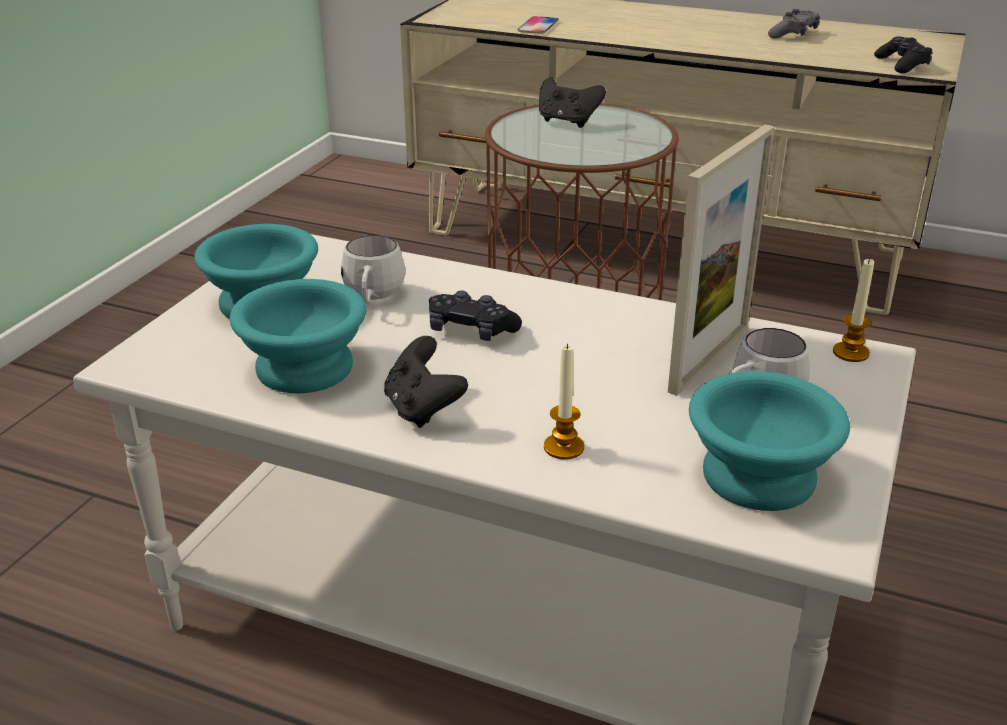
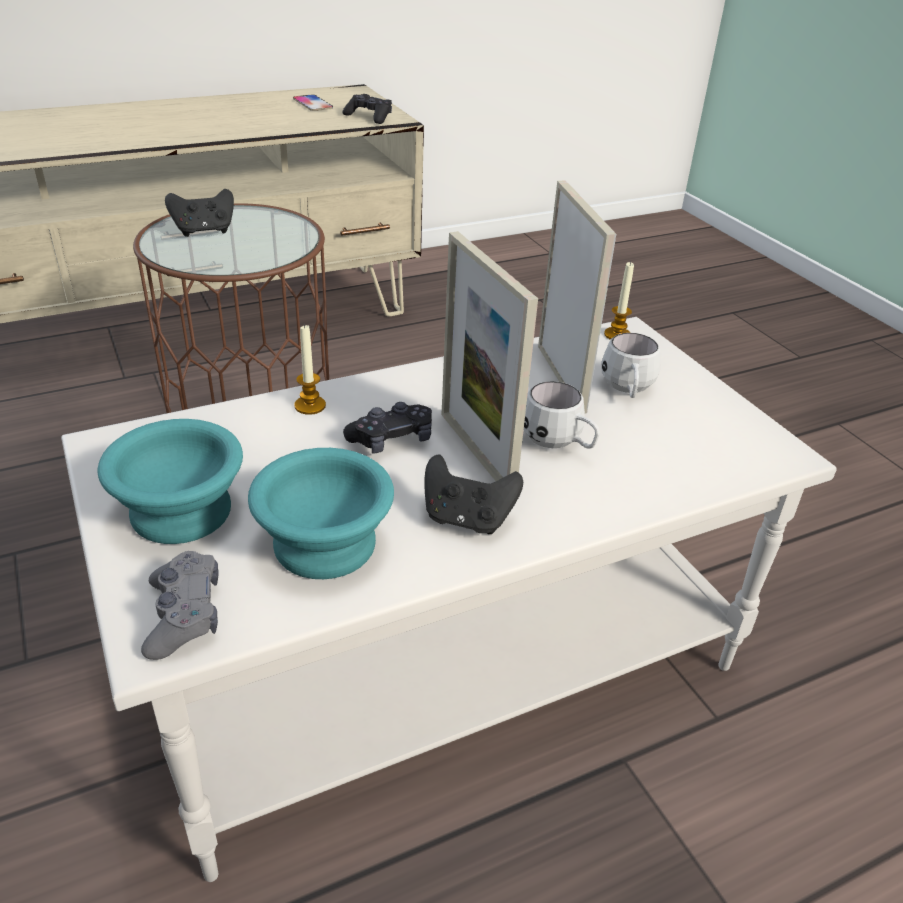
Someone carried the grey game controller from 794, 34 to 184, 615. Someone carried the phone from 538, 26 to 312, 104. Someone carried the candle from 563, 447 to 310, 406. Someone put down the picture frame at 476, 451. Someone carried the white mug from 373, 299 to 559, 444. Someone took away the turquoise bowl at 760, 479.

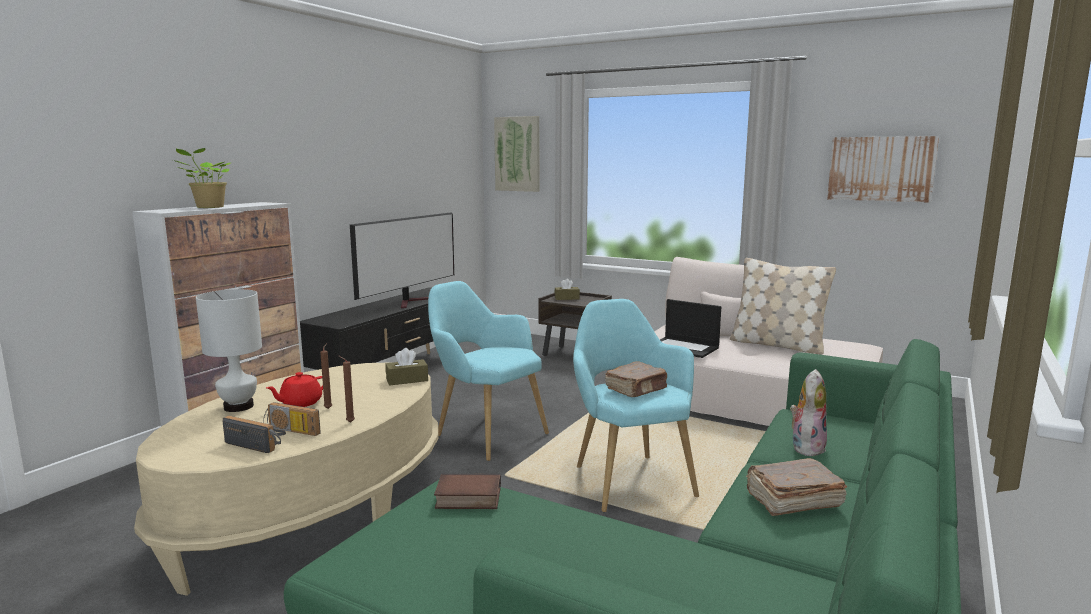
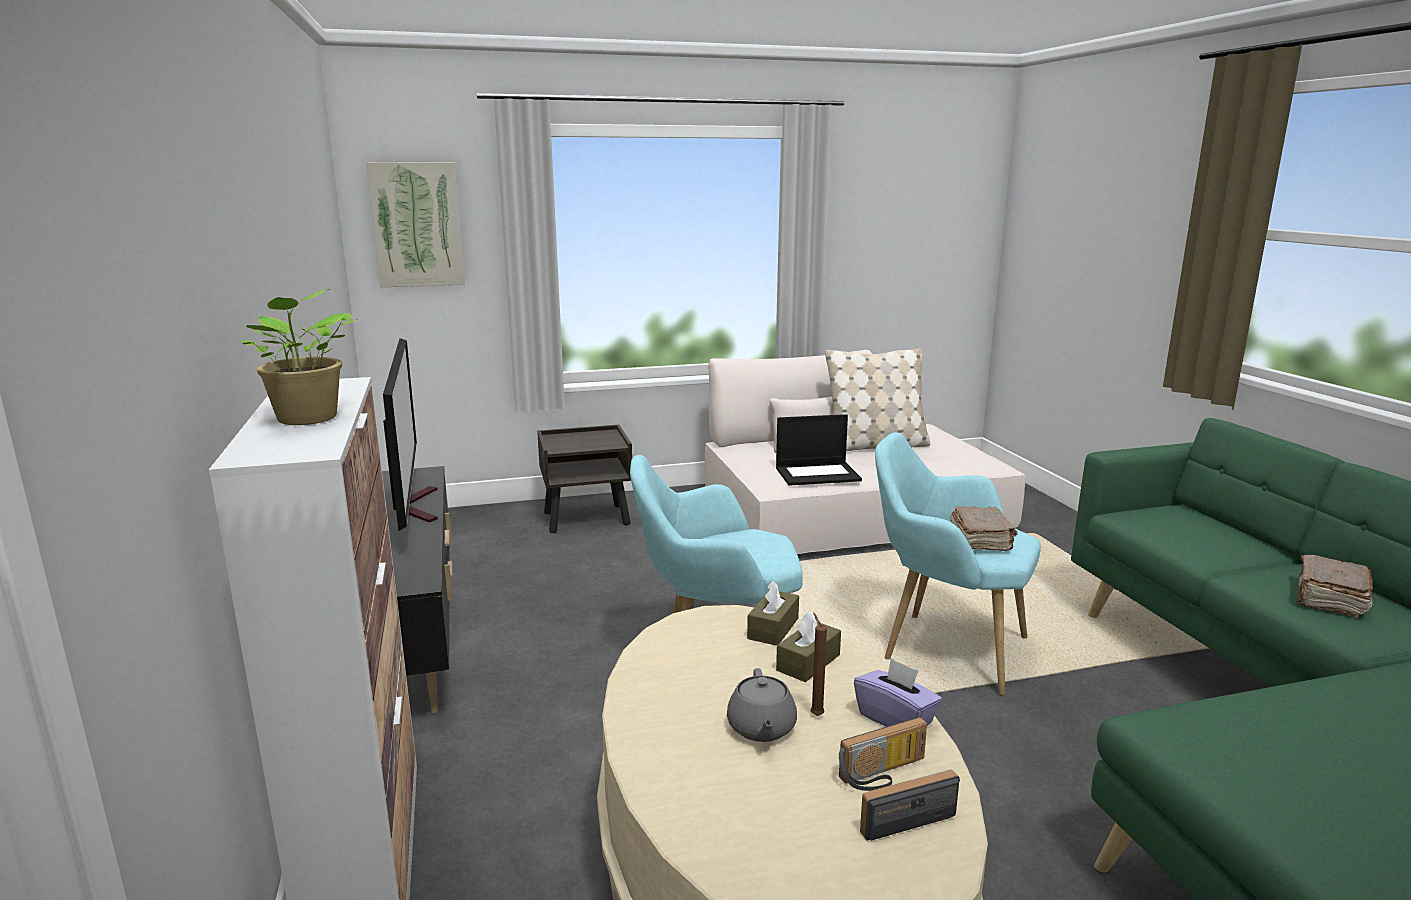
Someone repainted the red teapot at 300, 403, which became the grey teapot at 761, 728. Someone carried the brown tissue box from 567, 298 to 808, 662. Someone swapped the brown candle at 349, 422 for the purple tissue box at 895, 719. Someone took away the white table lamp at 239, 407. Someone took away the book at 467, 499. Someone took away the plush toy at 806, 447. Someone took away the picture at 881, 169.

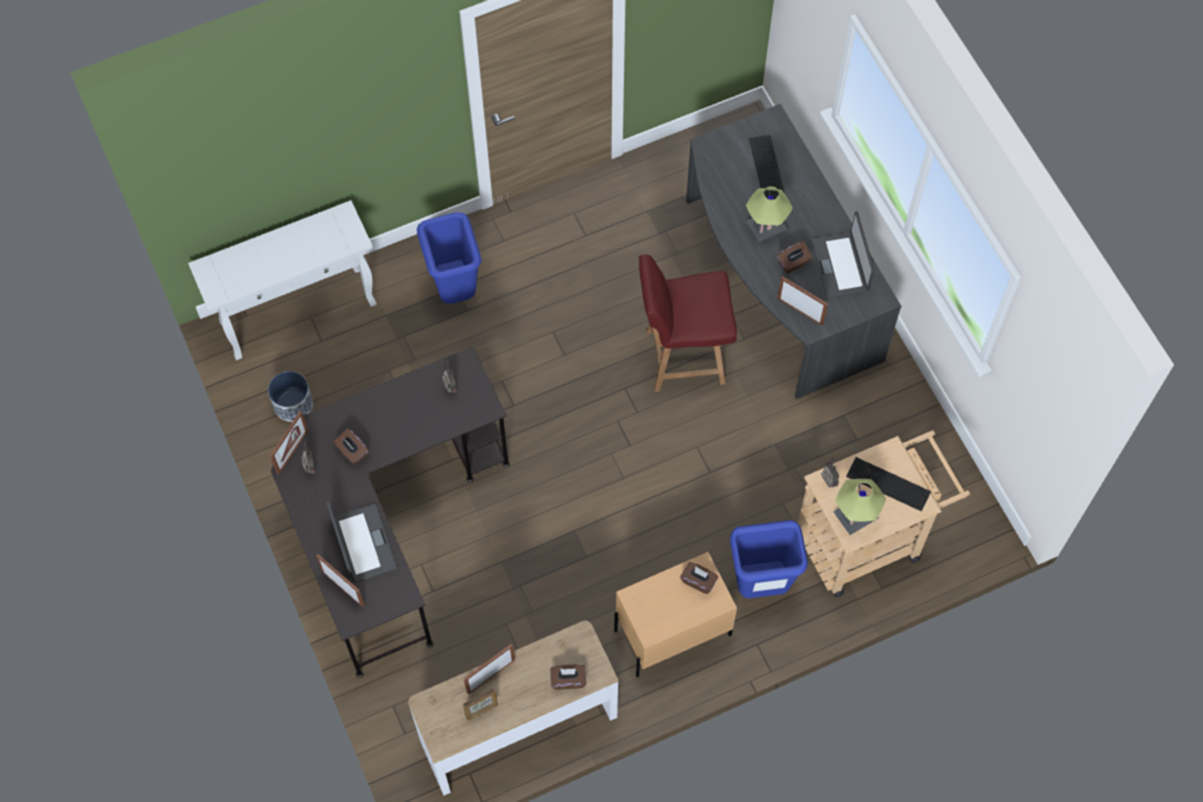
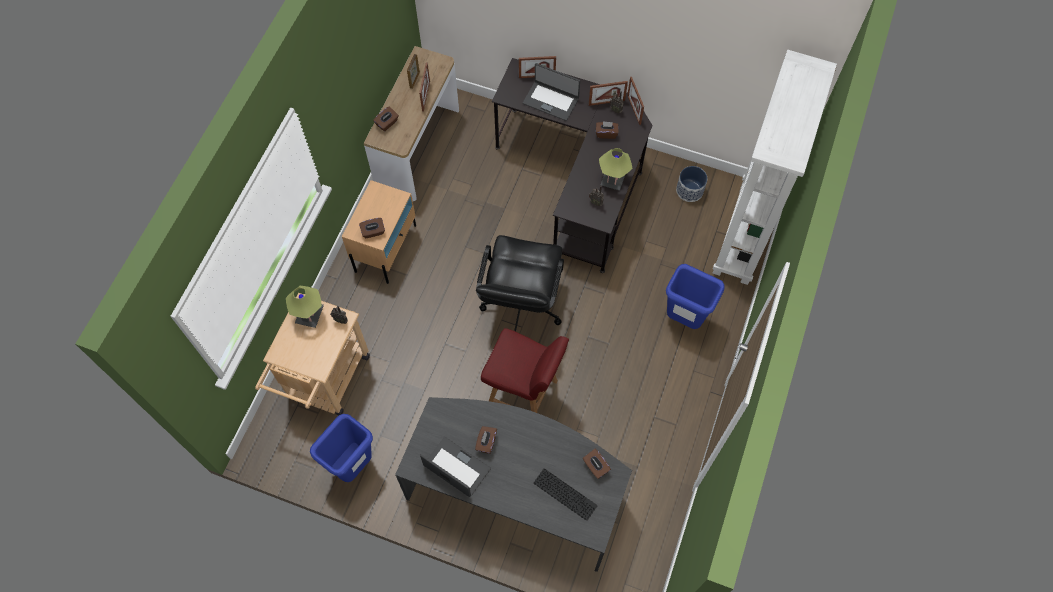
Someone carried the blue trash can from 760, 585 to 353, 465. Someone put down the black office chair at 521, 306. Someone rotated the red chair at 682, 356 by 75 degrees clockwise. Someone put down the brown tissue box at 595, 466. Someone carried the picture frame from 800, 311 to 606, 102. Someone carried the table lamp from 766, 227 to 613, 179. Someone swapped the white console table at 299, 312 for the white bookcase at 745, 235. Someone took away the keyboard at 888, 484.

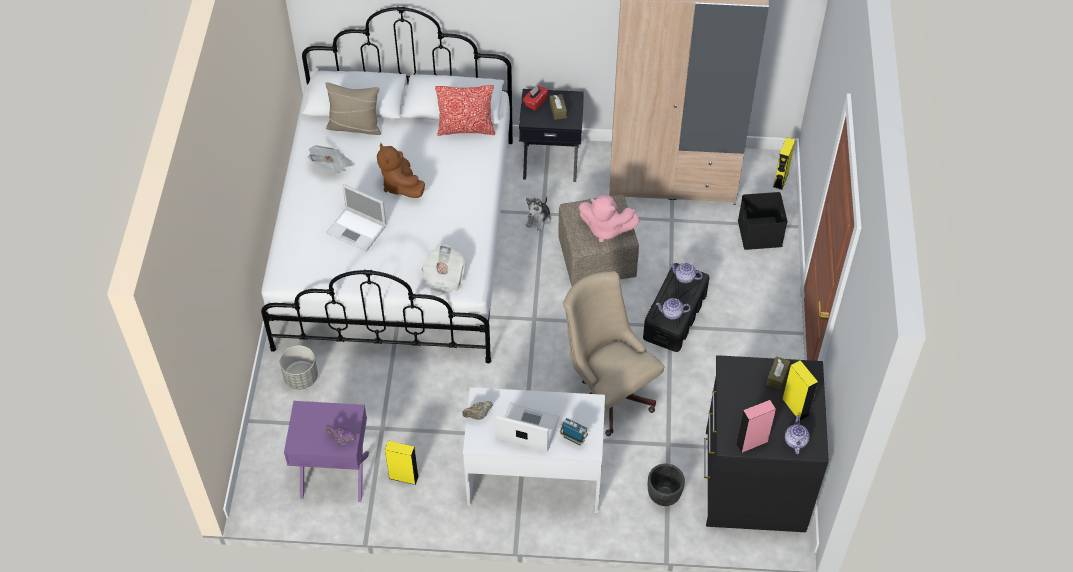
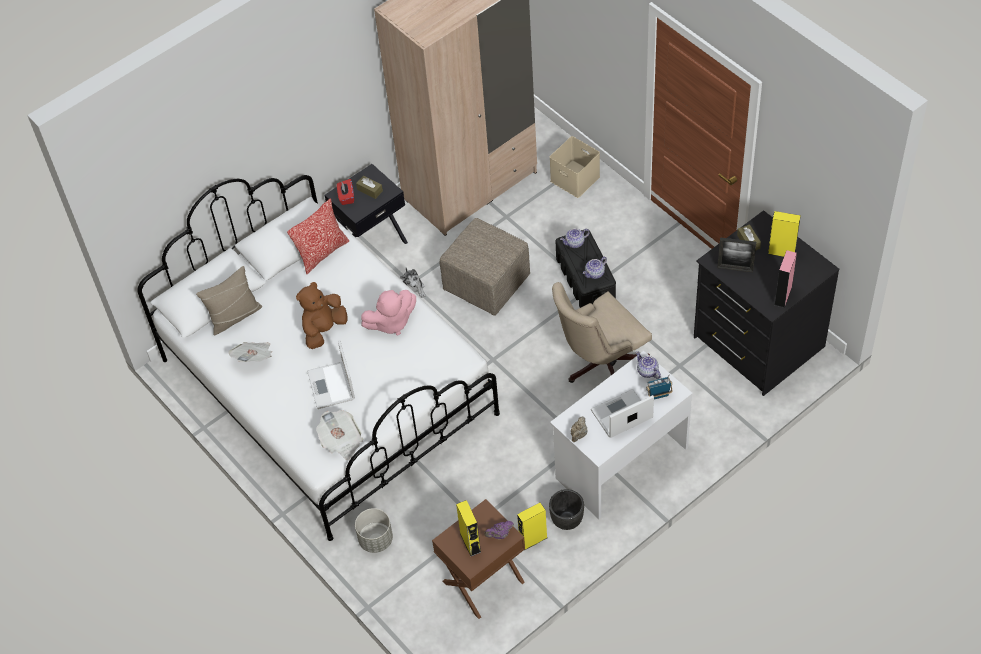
Someone rotated the brown plush toy at 401, 185 by 105 degrees clockwise. Someone rotated the laptop at 357, 230 by 90 degrees clockwise. Someone carried the newspaper from 443, 278 to 341, 441. Someone carried the pink plush toy from 605, 229 to 391, 322. Someone repainted the purple nightstand at 334, 475, which became the brown nightstand at 484, 582. Someone carried the yellow speaker from 780, 180 to 470, 542. Someone carried the black planter from 663, 496 to 567, 520. Someone repainted the black storage box at 761, 233, which became the beige storage box at 576, 179. Someone rotated the beige office chair at 607, 391 by 45 degrees counterclockwise. Someone carried the teapot from 795, 441 to 647, 371. Someone put down the picture frame at 735, 268.

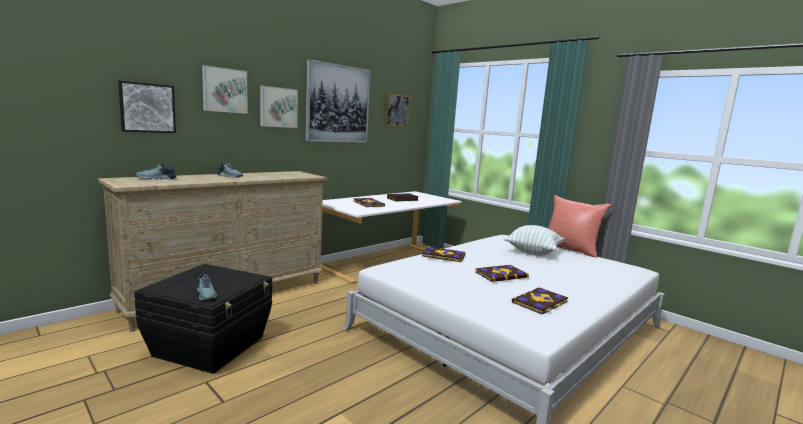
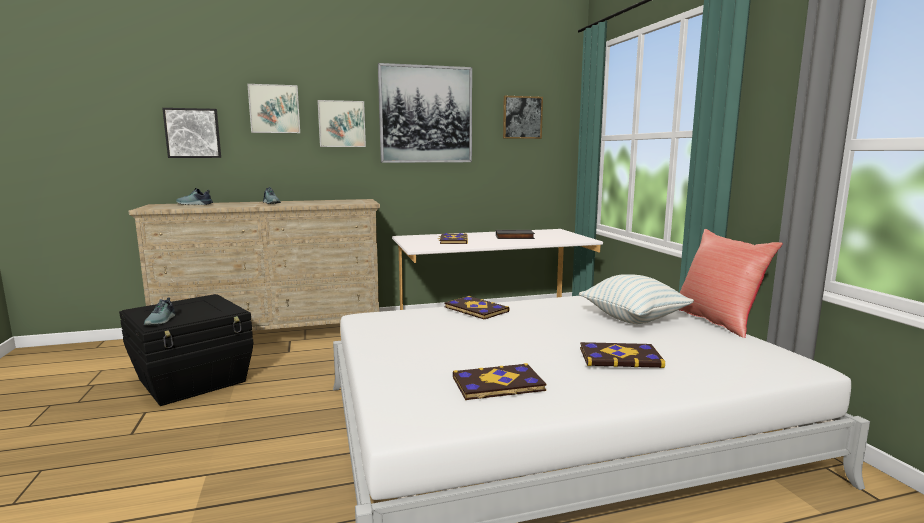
Someone carried the book from 501, 274 to 620, 357.

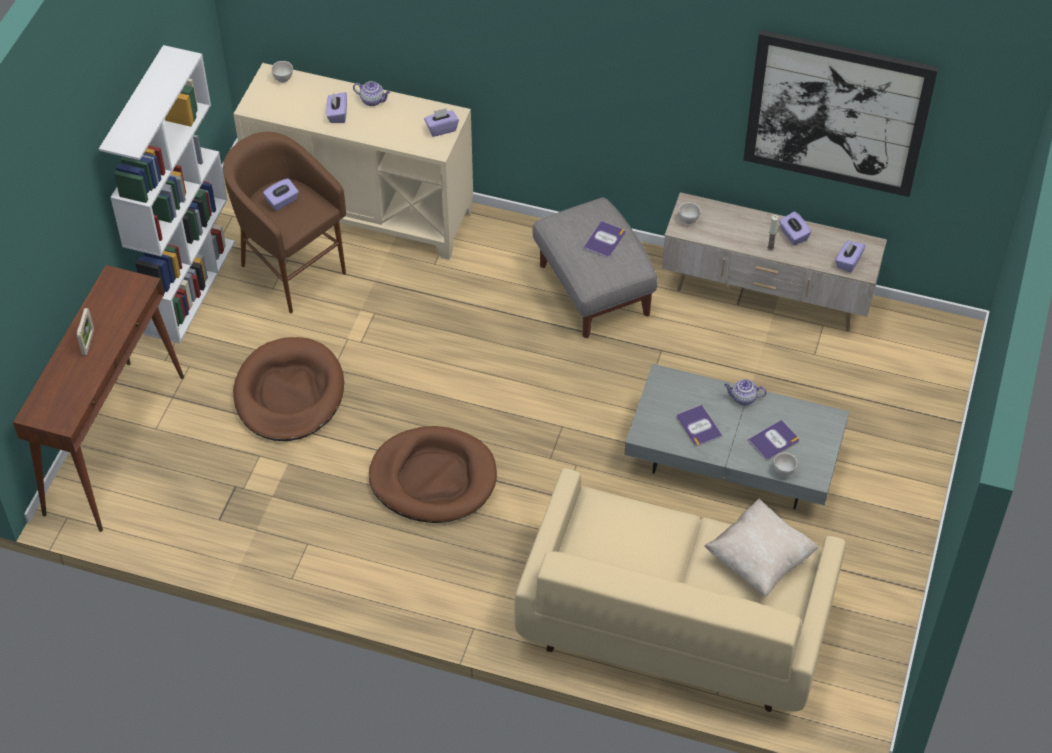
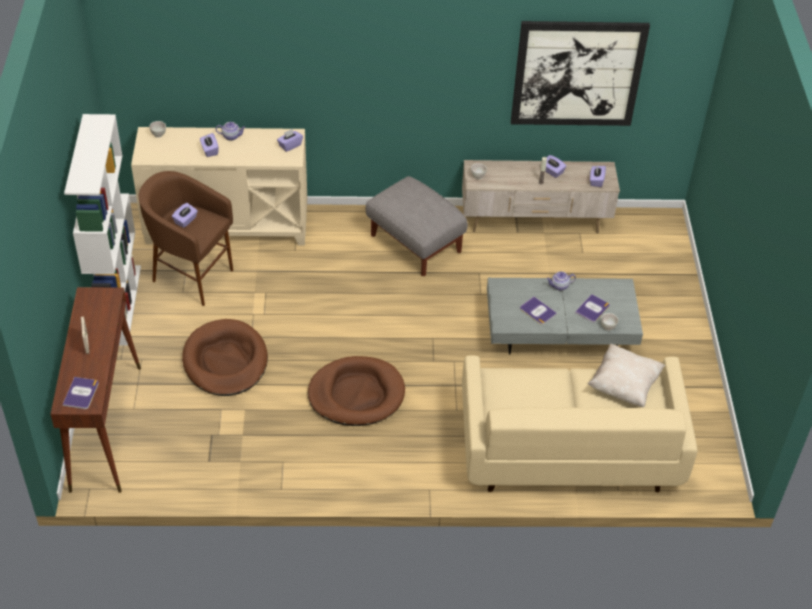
Someone carried the book from 605, 240 to 81, 393.

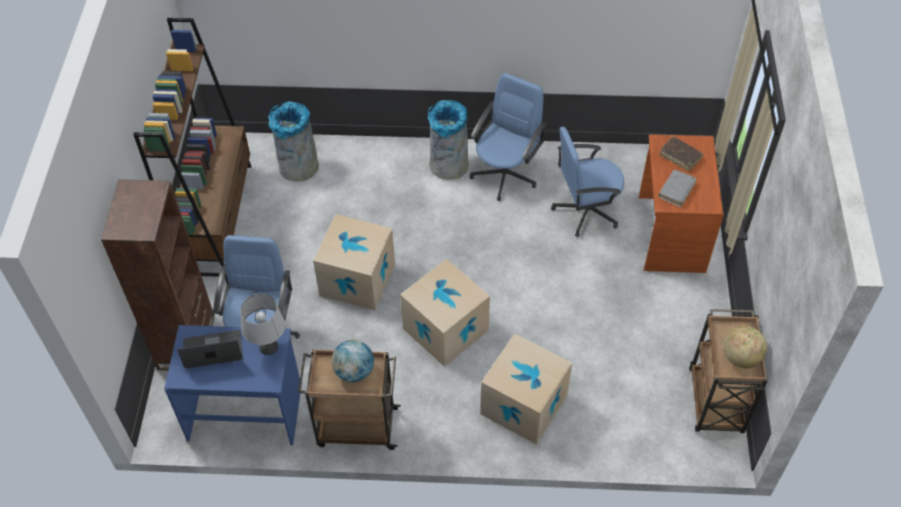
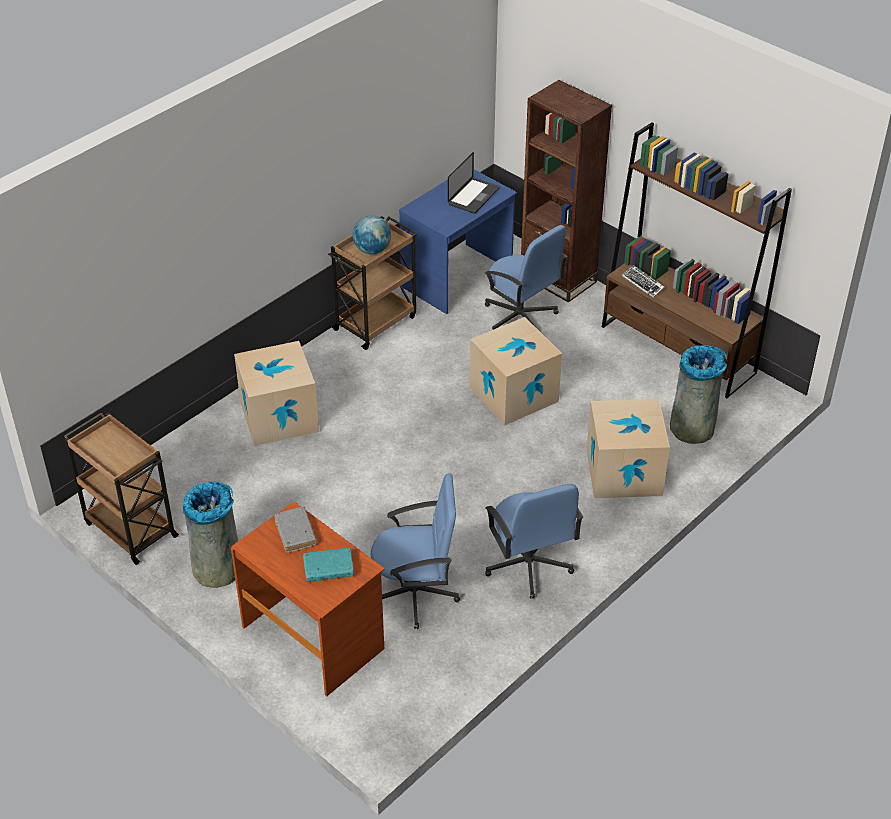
Someone carried the grey trash can from 448, 166 to 218, 566. Someone repainted the brown book at 680, 156, which became the turquoise book at 328, 569. Someone rotated the blue office chair at 585, 210 by 60 degrees clockwise. Someone carried the cardboard box from 445, 329 to 623, 472. Someone put down the keyboard at 643, 283. Someone took away the grey table lamp at 268, 347. Someone took away the globe at 741, 357.

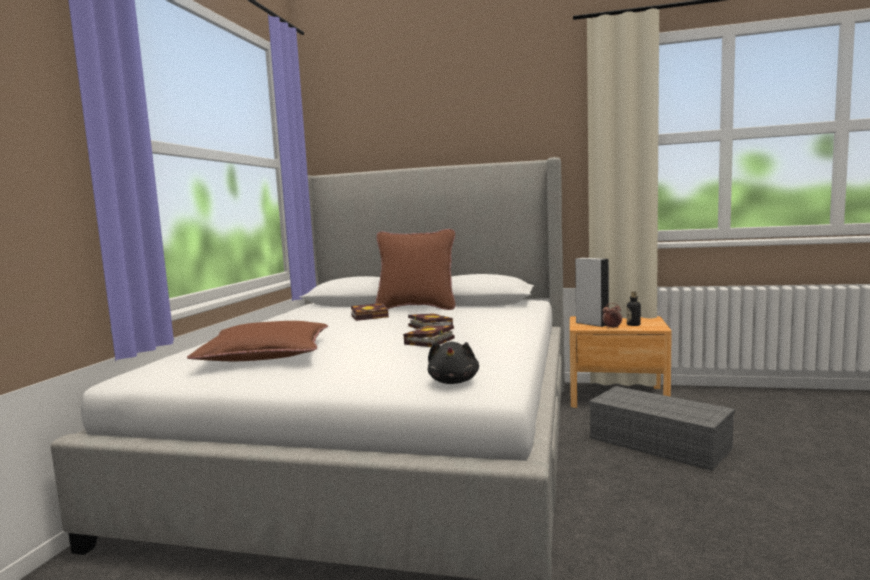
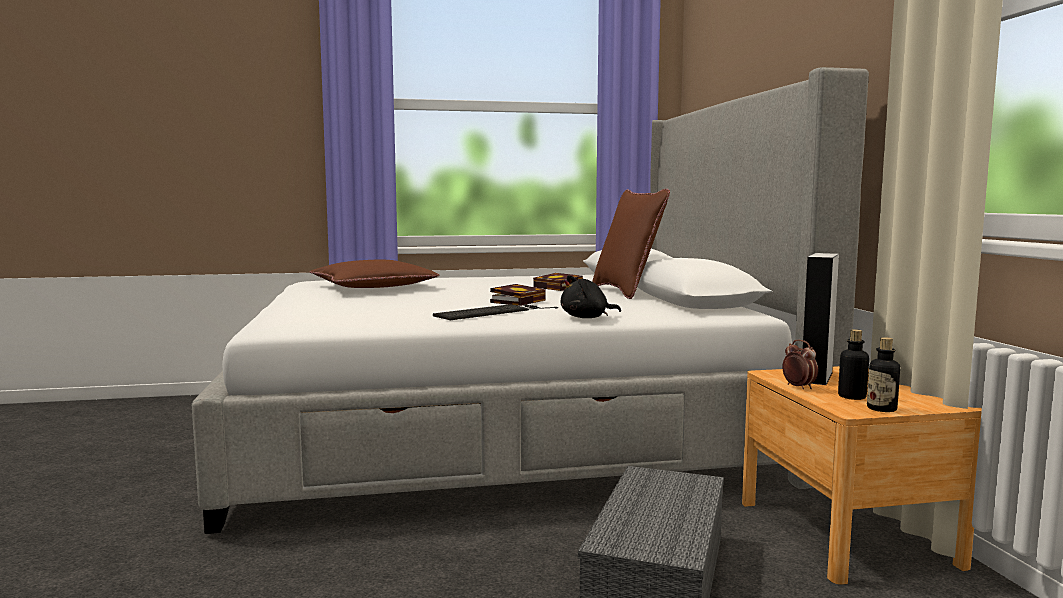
Someone put down the keyboard at 493, 312. Someone carried the black plush toy from 454, 381 to 587, 318. Someone put down the bottle at 881, 409. Someone took away the book at 429, 341.

